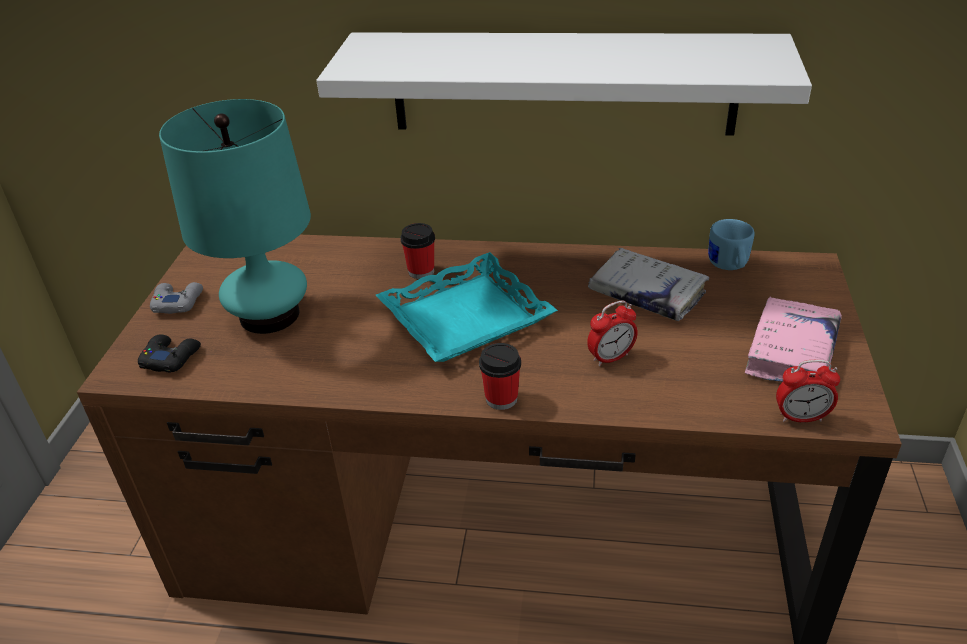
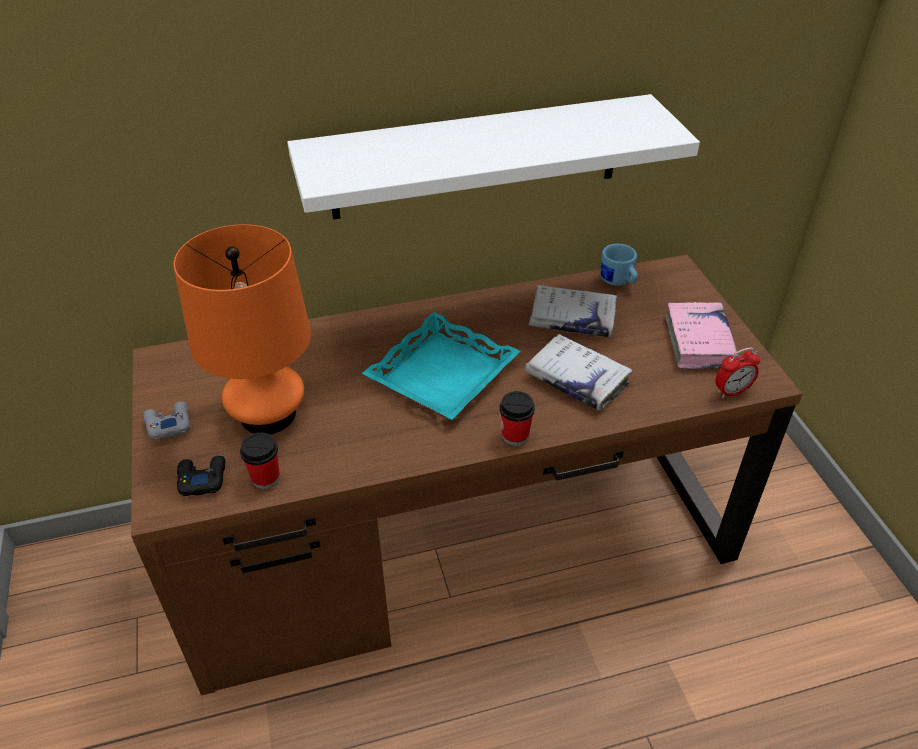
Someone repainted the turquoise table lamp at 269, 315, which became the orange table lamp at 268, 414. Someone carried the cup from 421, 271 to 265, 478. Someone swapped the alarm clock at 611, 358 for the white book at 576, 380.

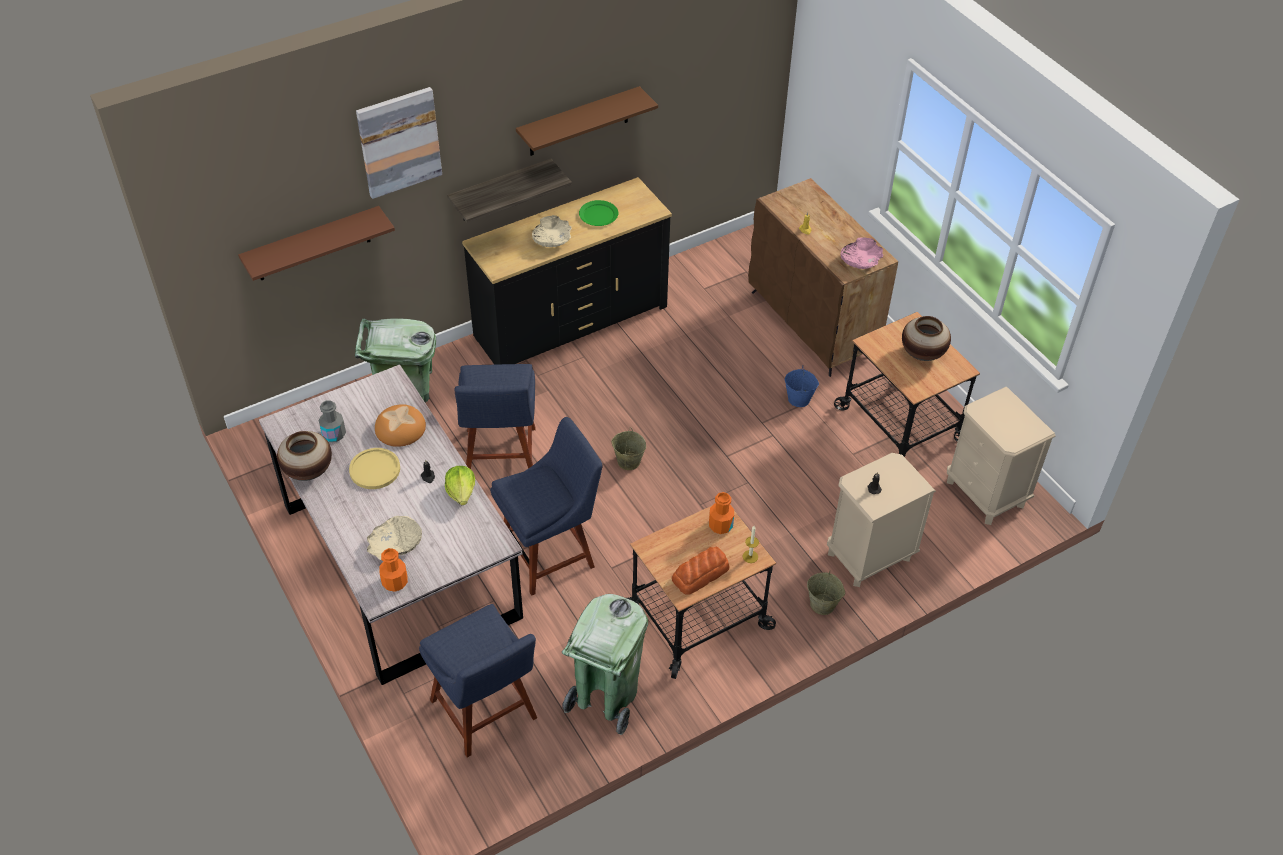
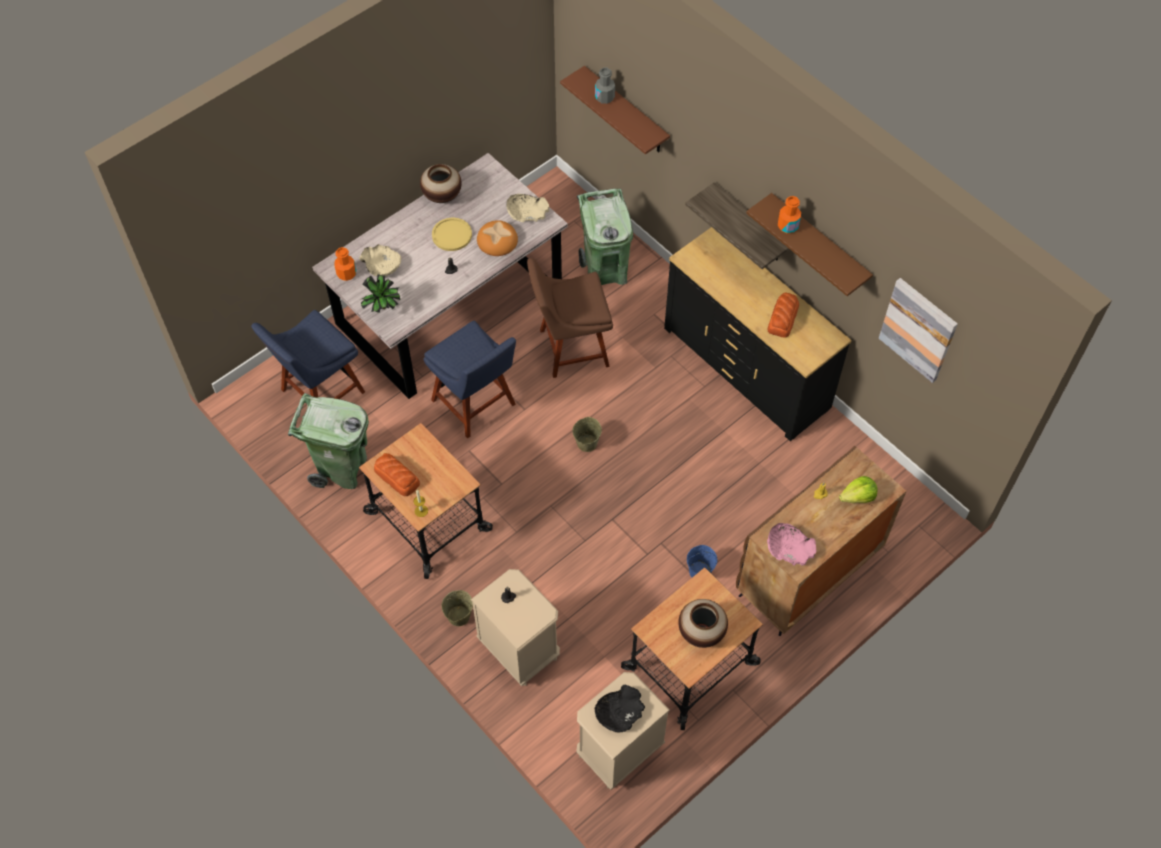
Someone put down the potted plant at 383, 310. Someone carried the beige bowl from 552, 238 to 527, 213. Someone repainted the blue chair at 500, 457, which became the brown chair at 570, 348. Someone carried the grey bottle from 334, 434 to 604, 97. Someone put down the black bowl at 619, 712. Someone swapped the green plate at 598, 215 for the bread at 783, 318. Someone carried the orange bottle from 720, 525 to 787, 226. Someone carried the lettuce from 461, 492 to 858, 497. Someone carried the picture from 399, 142 to 918, 329.

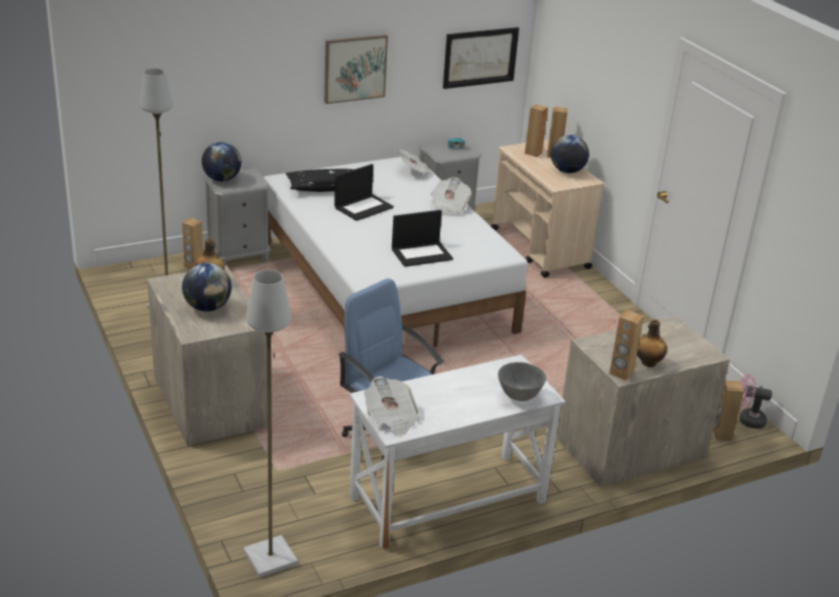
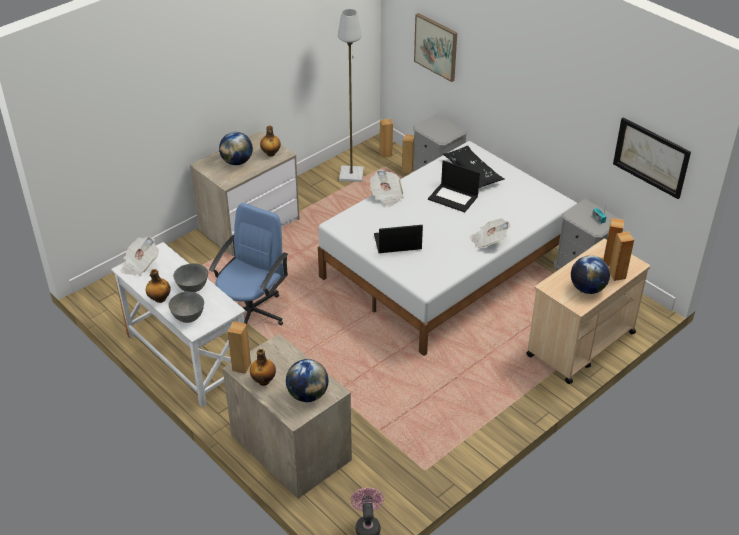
Someone put down the bottle at 159, 299. Someone put down the grey bowl at 192, 288. Someone carried the globe from 221, 179 to 307, 394. Someone carried the newspaper from 414, 172 to 386, 196. Someone rotated the laptop at 422, 254 by 120 degrees clockwise. Someone carried the brown speaker from 721, 435 to 385, 154. Someone carried the picture from 355, 68 to 436, 46. Someone took away the grey floor lamp at 270, 557.

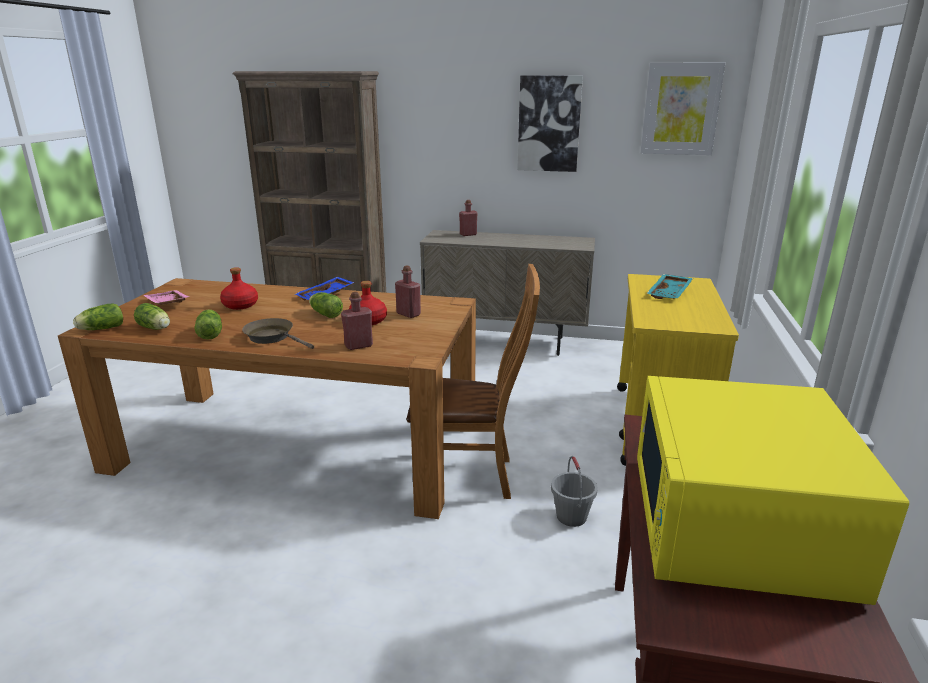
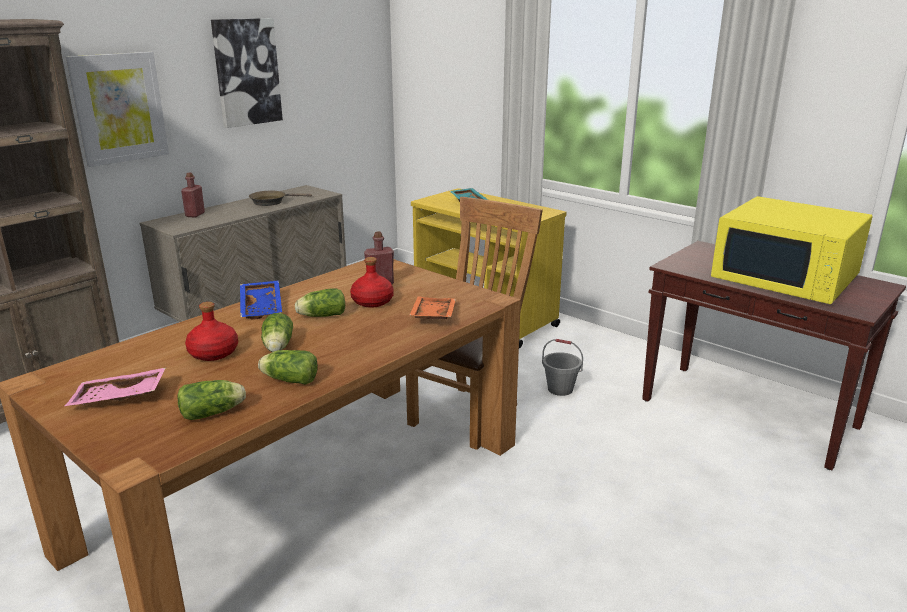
Someone carried the picture from 680, 109 to 119, 108. Someone carried the brown frying pan from 272, 337 to 271, 202. Someone carried the lettuce from 100, 329 to 277, 347. Someone swapped the red bottle at 358, 346 for the orange tray at 432, 316.

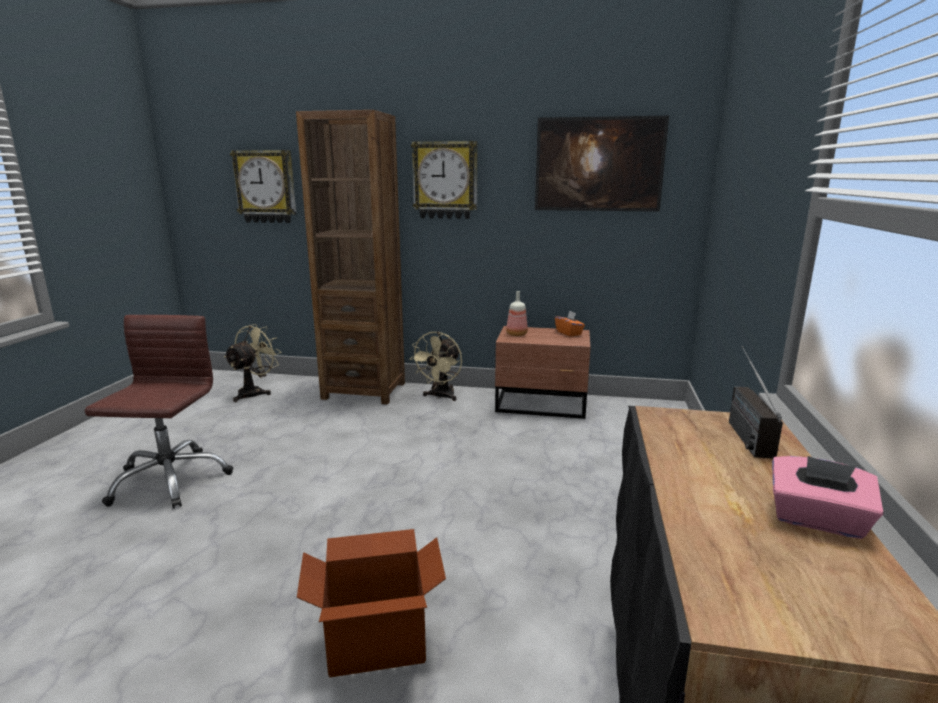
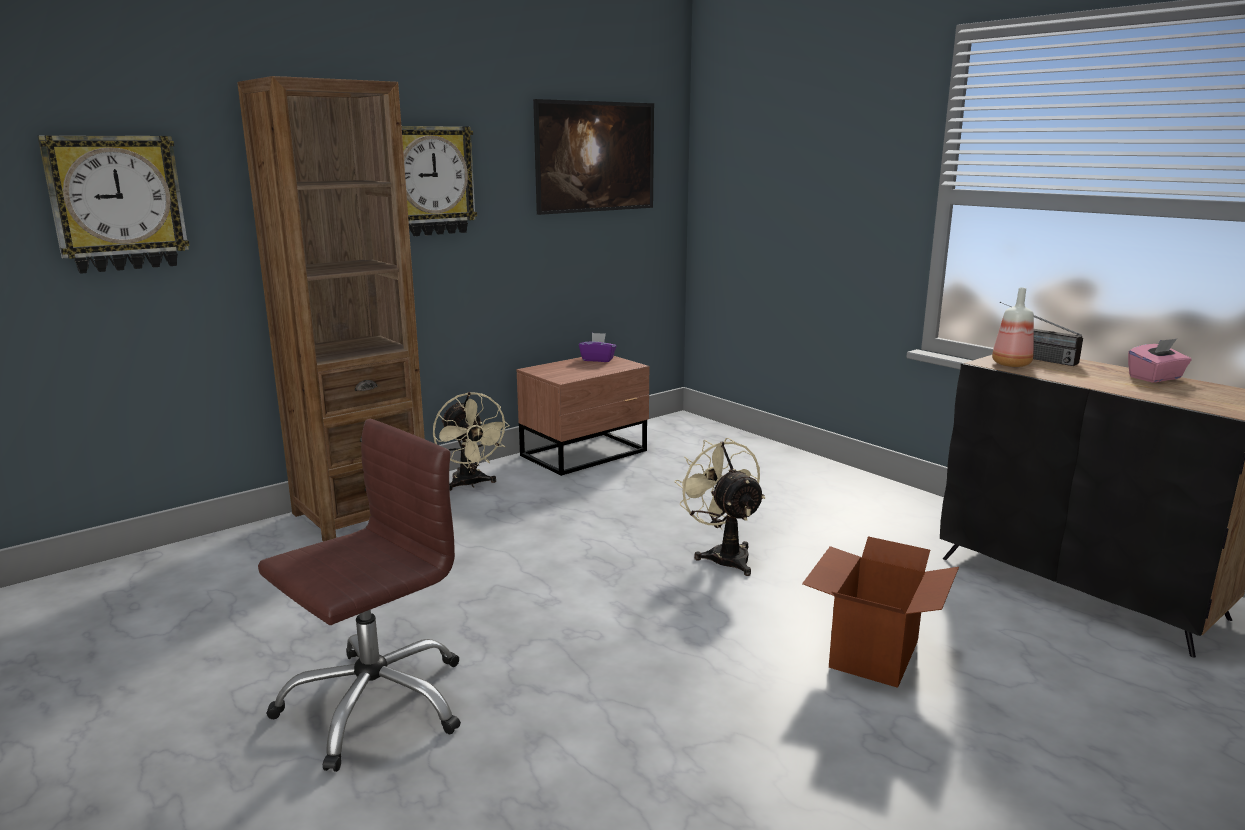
Someone rotated the brown office chair at 169, 480 by 90 degrees clockwise. Someone repainted the orange tissue box at 569, 333, which became the purple tissue box at 598, 359. Someone carried the beige fan from 255, 392 to 723, 555. Someone carried the bottle from 516, 334 to 1011, 364.

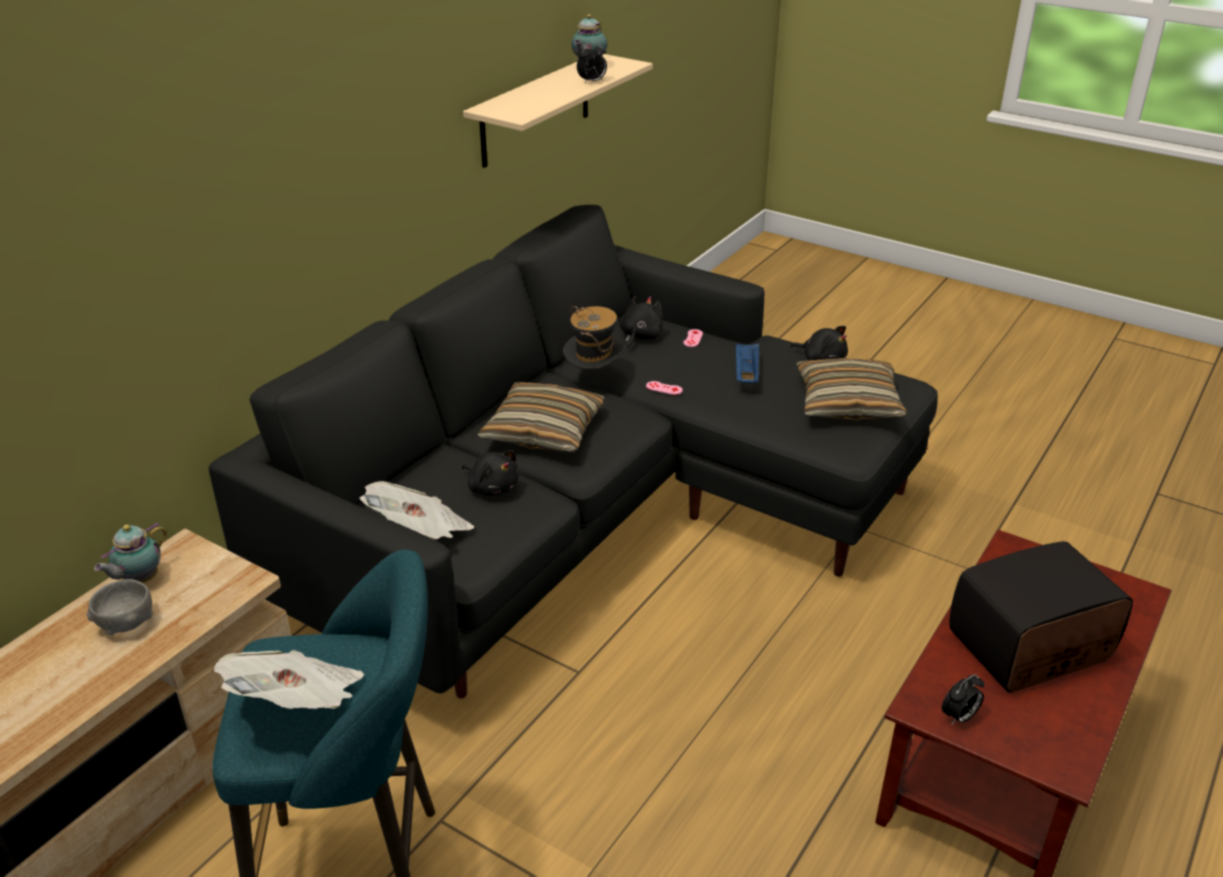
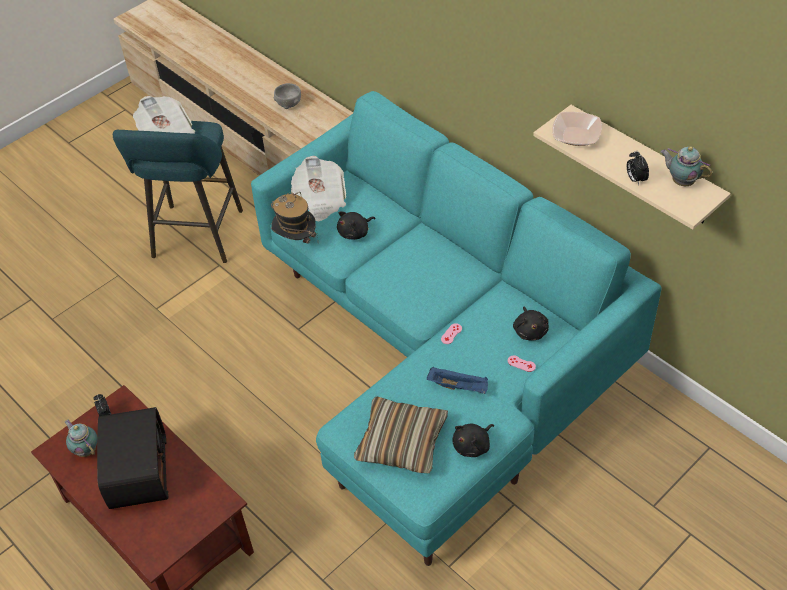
Someone carried the teapot from 139, 580 to 86, 449. Someone repainted the black sofa at 591, 519, which became the turquoise sofa at 441, 353. Someone carried the hat from 594, 380 to 296, 241. Someone rotated the black plush toy at 640, 337 by 45 degrees clockwise. Someone put down the bowl at 576, 136. Someone took away the pillow at 543, 431.

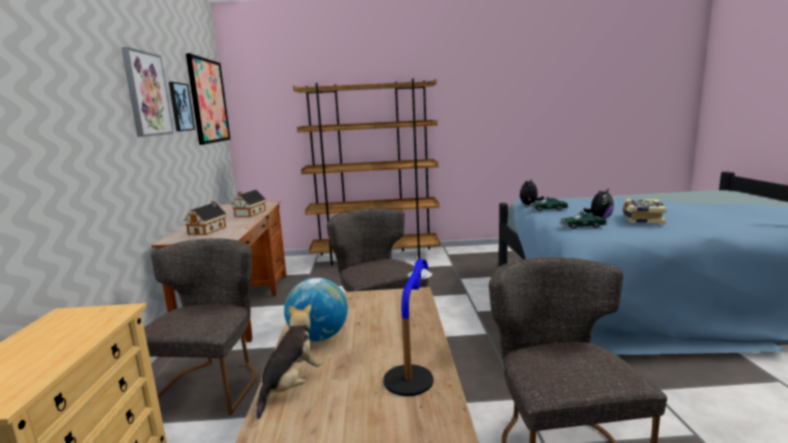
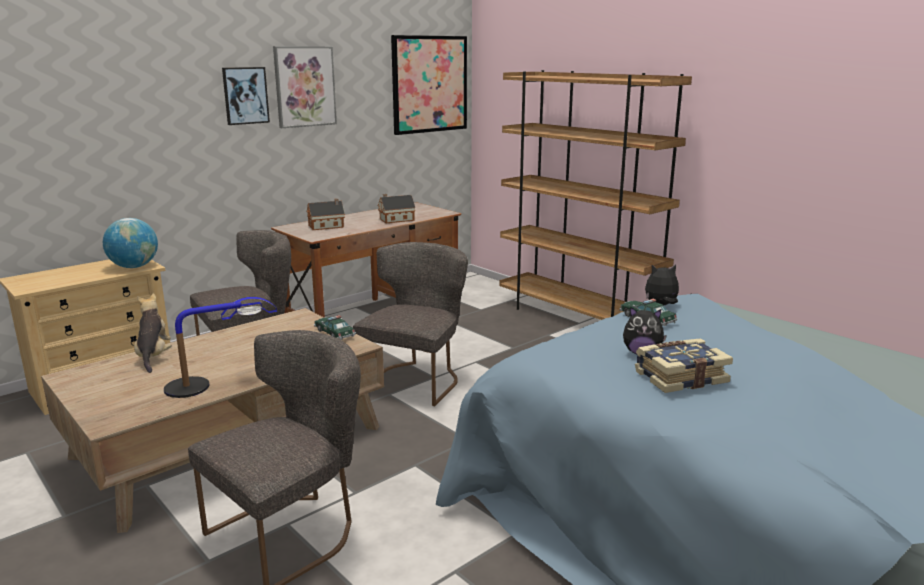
Someone carried the globe from 318, 337 to 134, 267. Someone rotated the plush toy at 291, 386 by 90 degrees counterclockwise. Someone carried the picture from 180, 107 to 245, 95. Someone carried the toy car from 582, 226 to 334, 333.

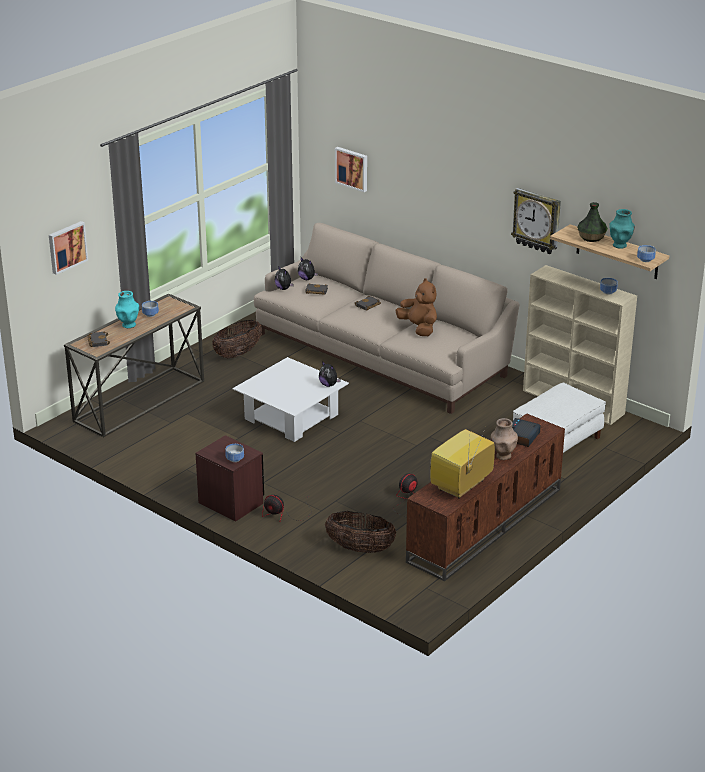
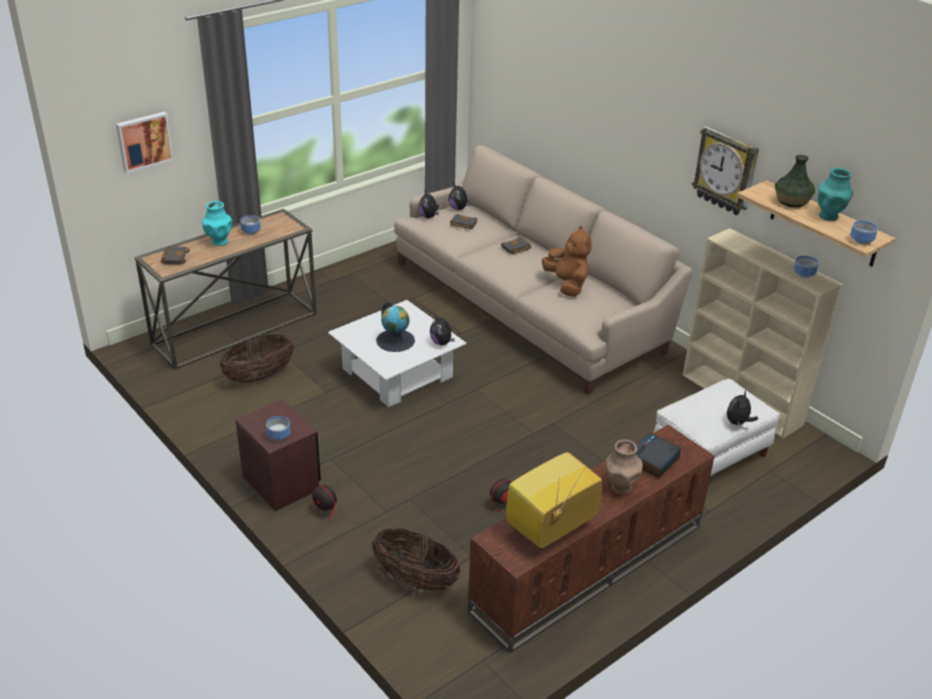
Someone carried the basket from 238, 354 to 259, 376. Someone put down the globe at 395, 340. Someone put down the plush toy at 738, 423. Someone took away the picture at 352, 168.

